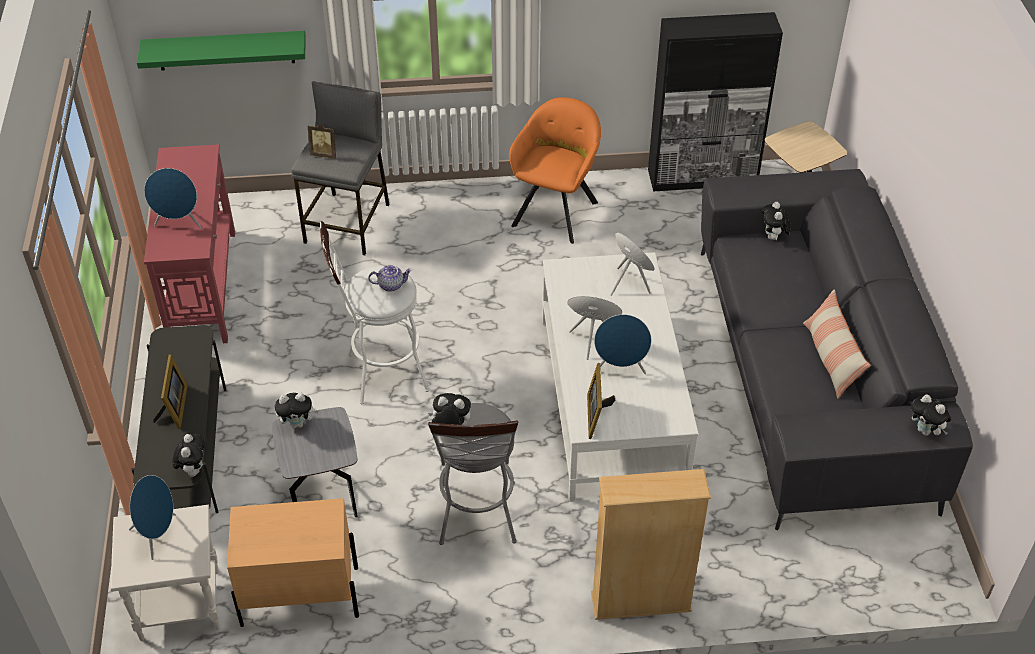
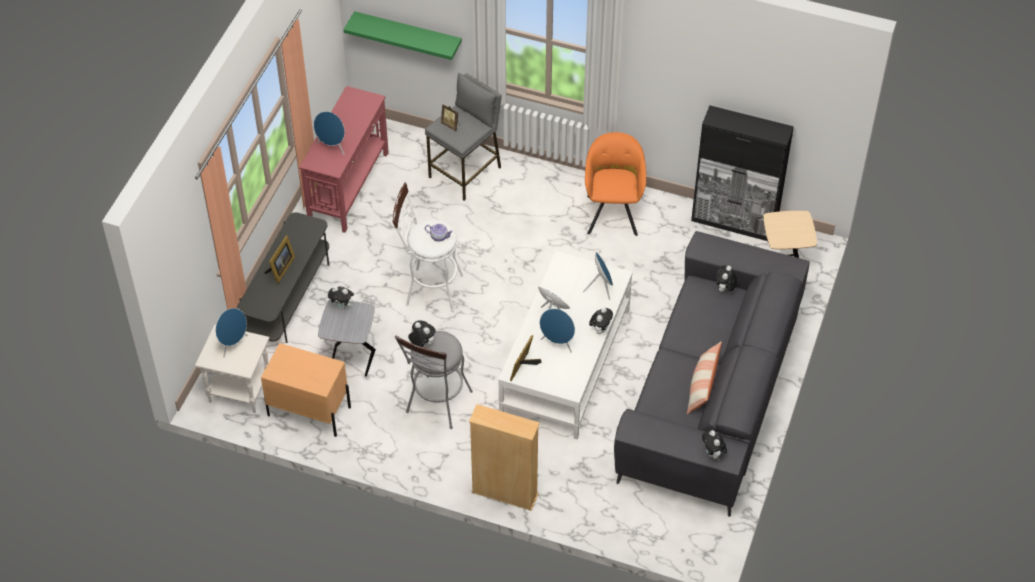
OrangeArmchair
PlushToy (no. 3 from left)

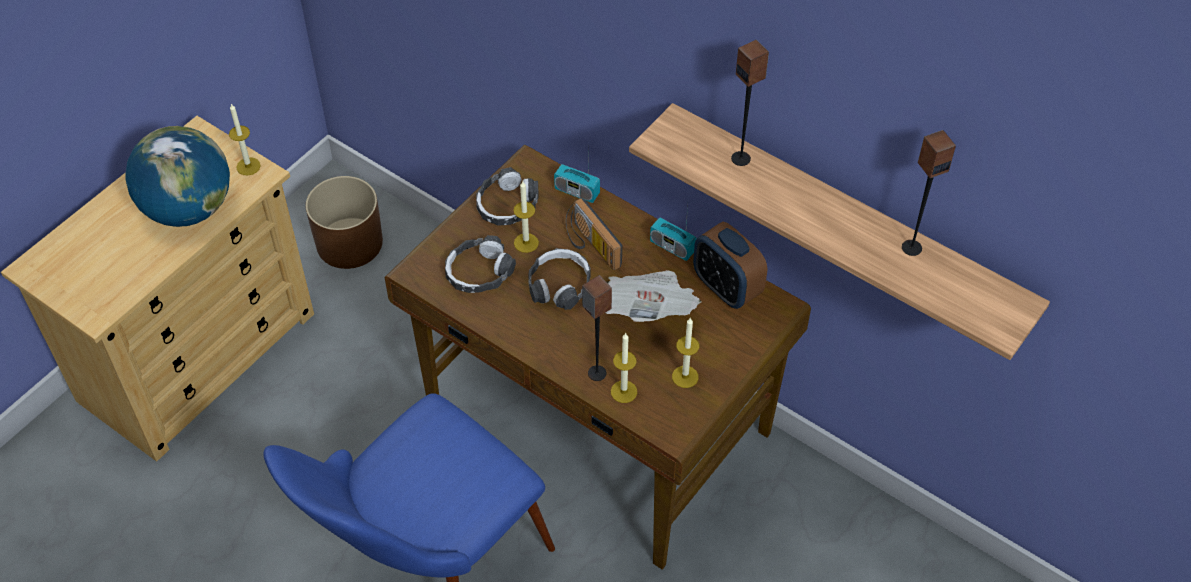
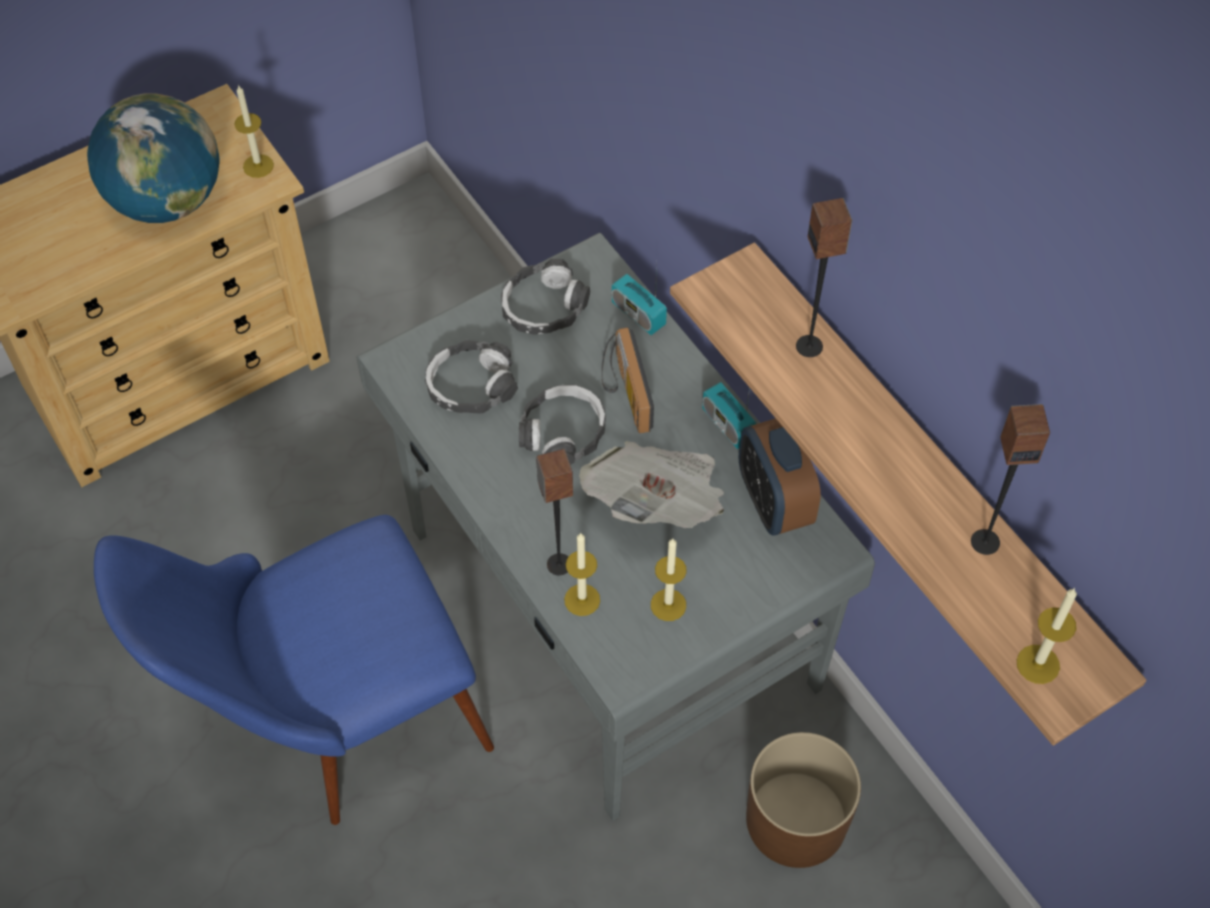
GreyDesk
BrownPlanter
Candle (no. 4 from left)

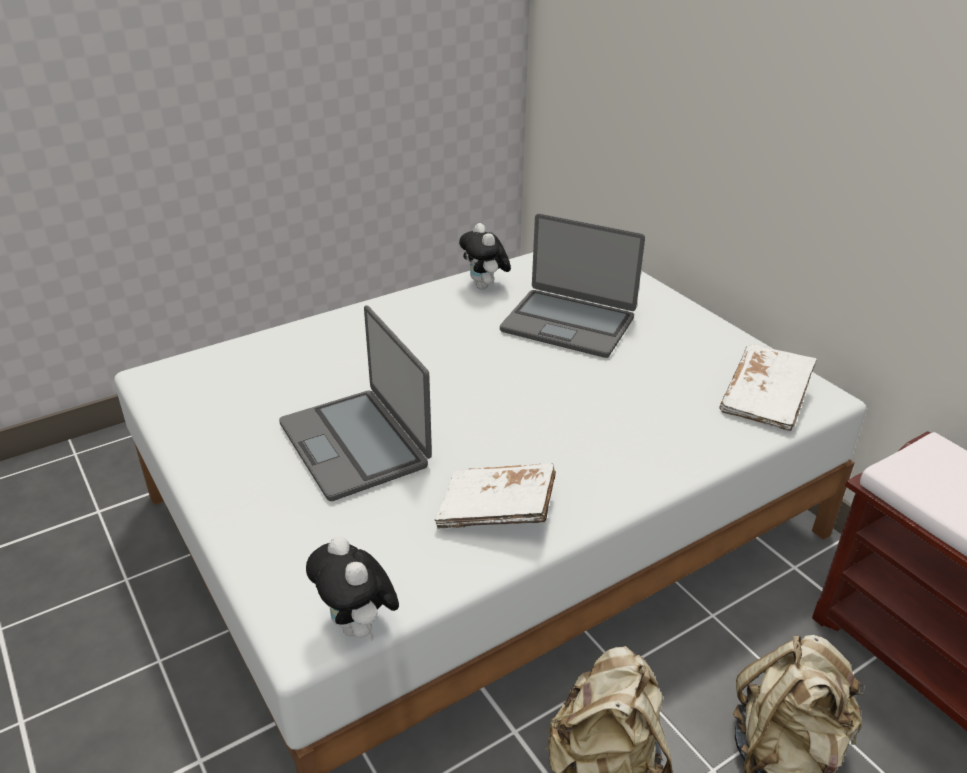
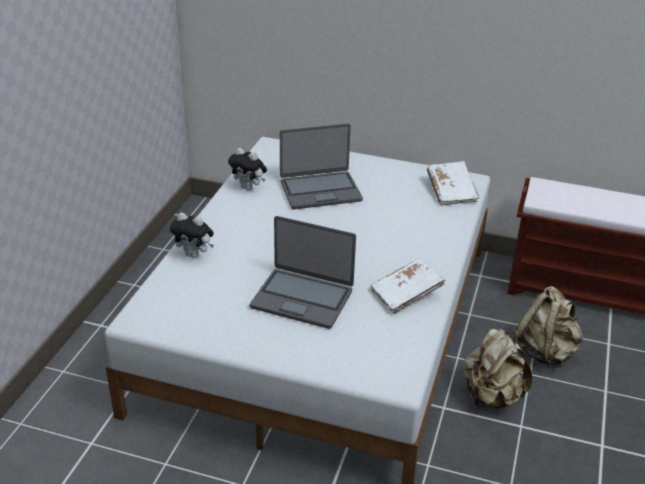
PlushToy (no. 1 from left)

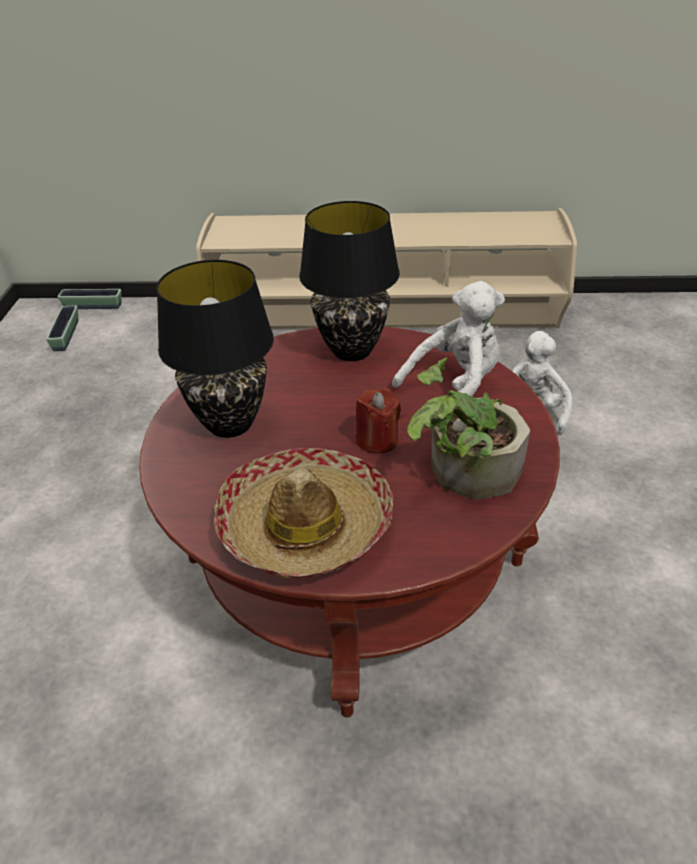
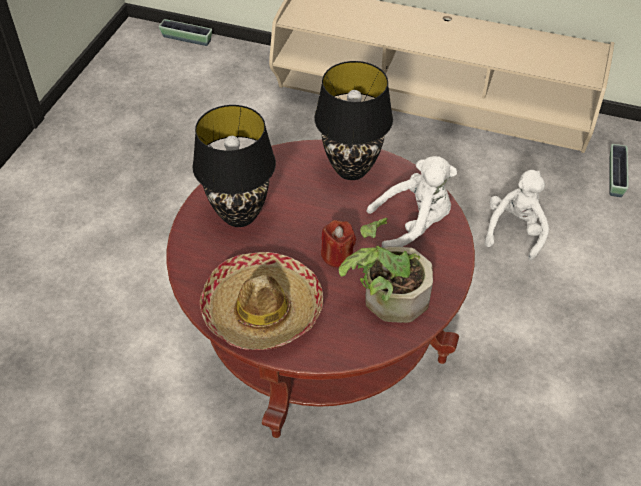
Planter (no. 2 from left)

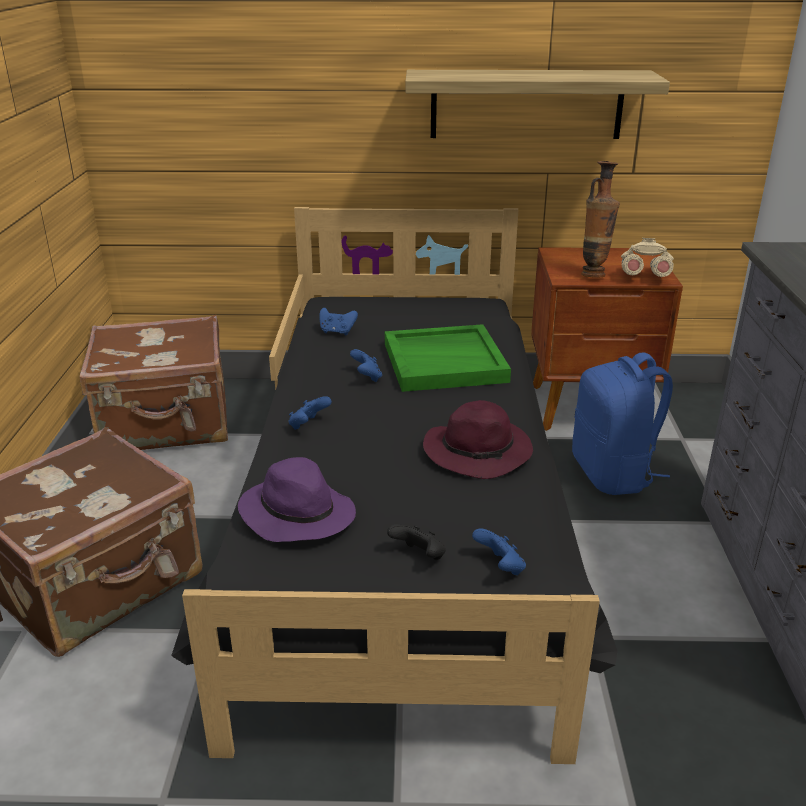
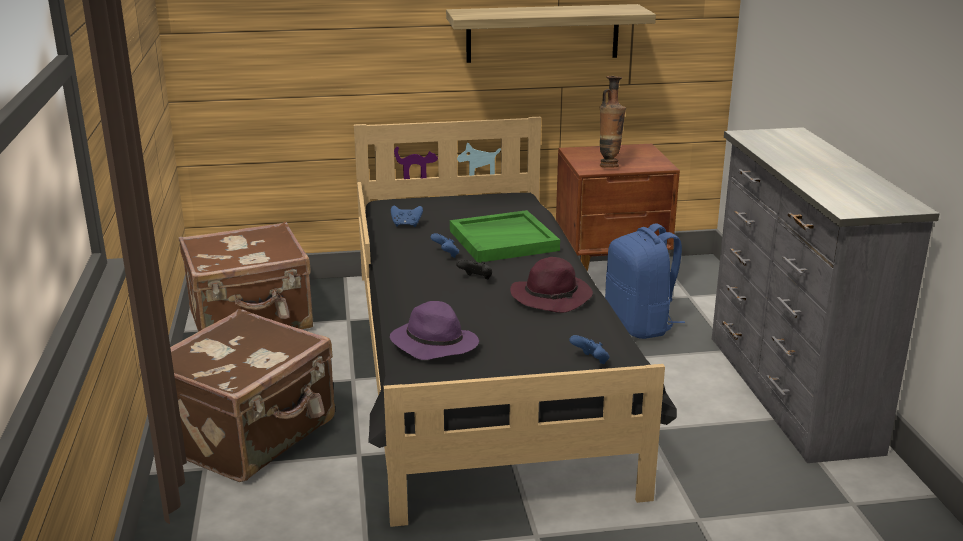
BeigeBinoculars
BlueGameController (no. 1 from left in the first image)
BlackGameController

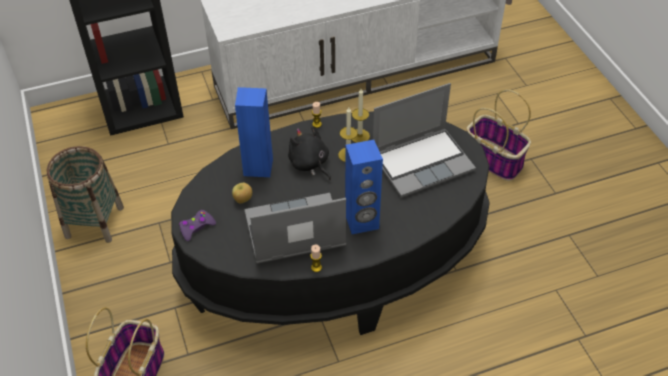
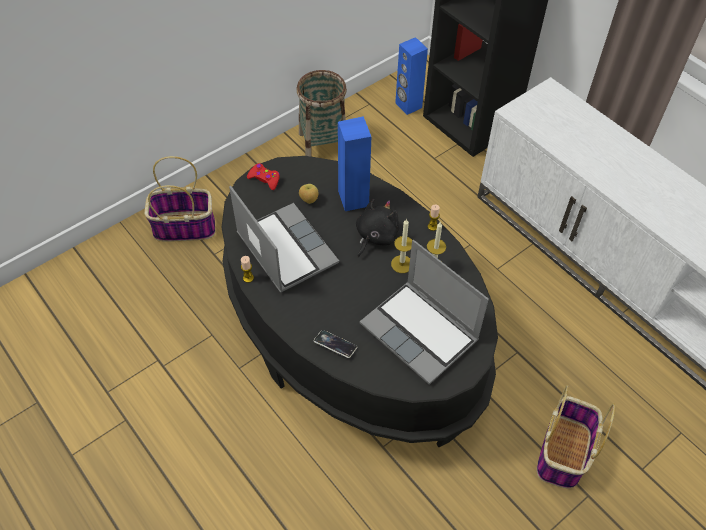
BlueSpeaker (no. 2 from left)
RedGameController
Phone

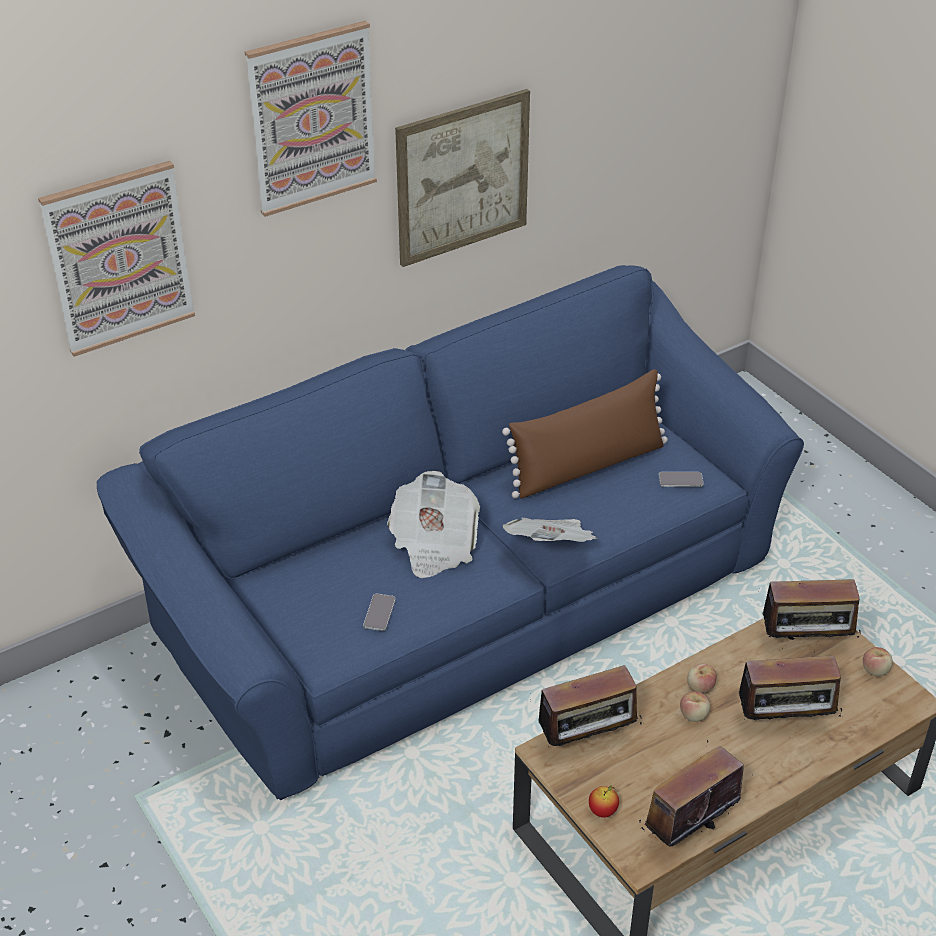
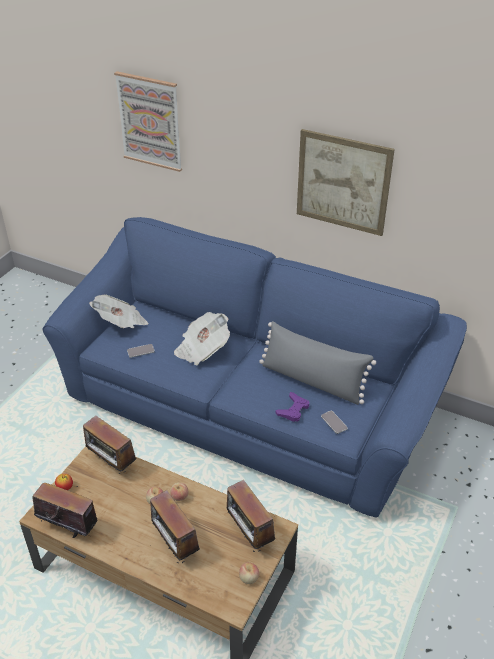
Picture (no. 2 from left in the first image)
GreyPillow
Newspaper (no. 1 from left)
PurpleGameController

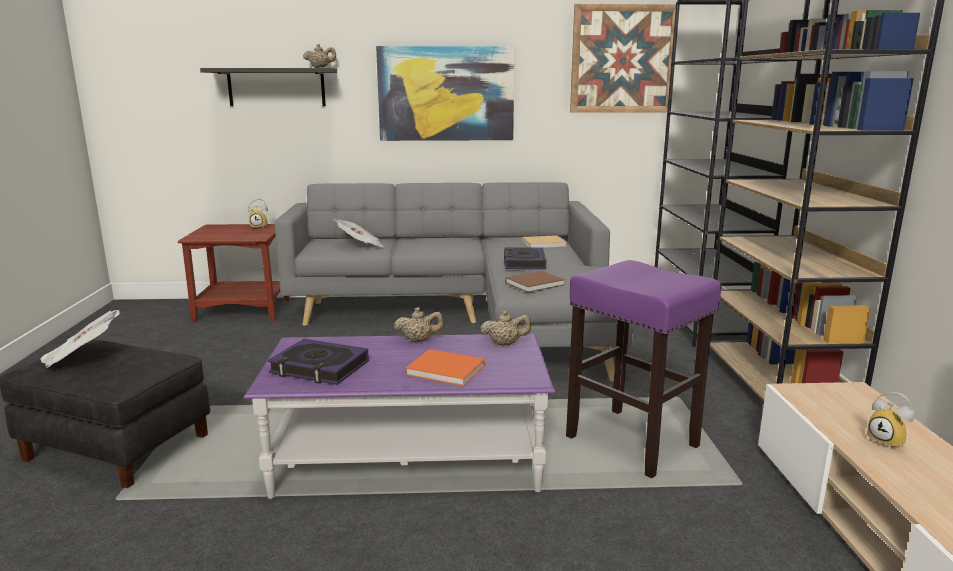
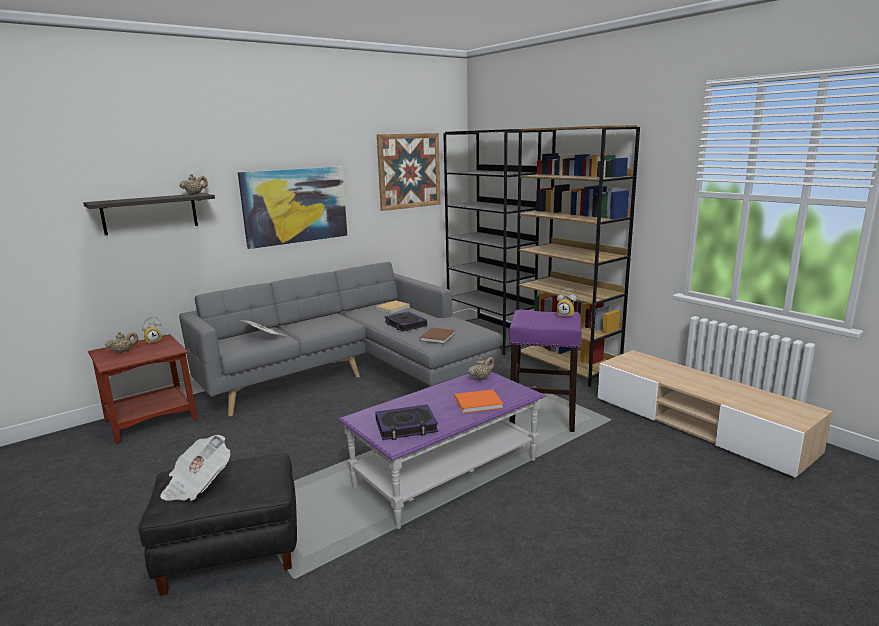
BeigeTeapot (no. 1 from left)
AlarmClock (no. 2 from left)

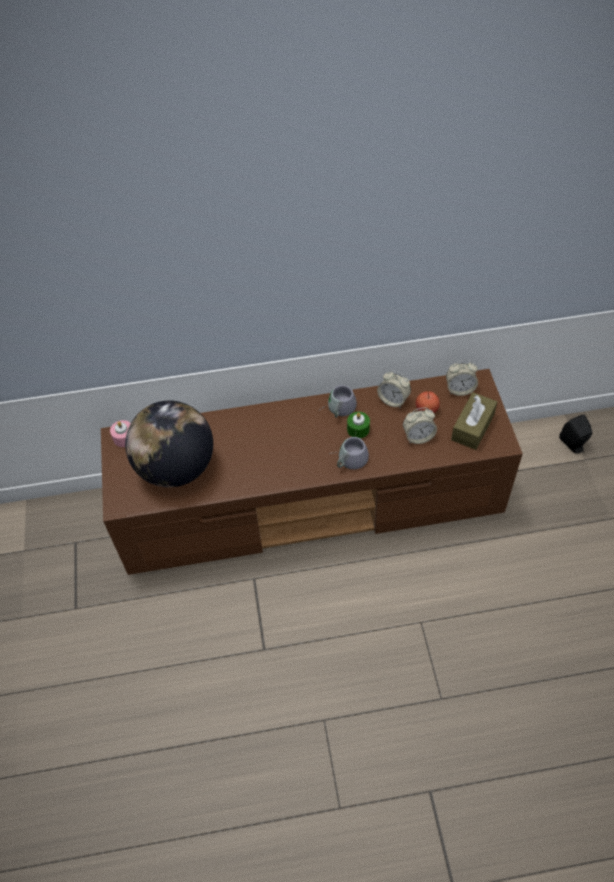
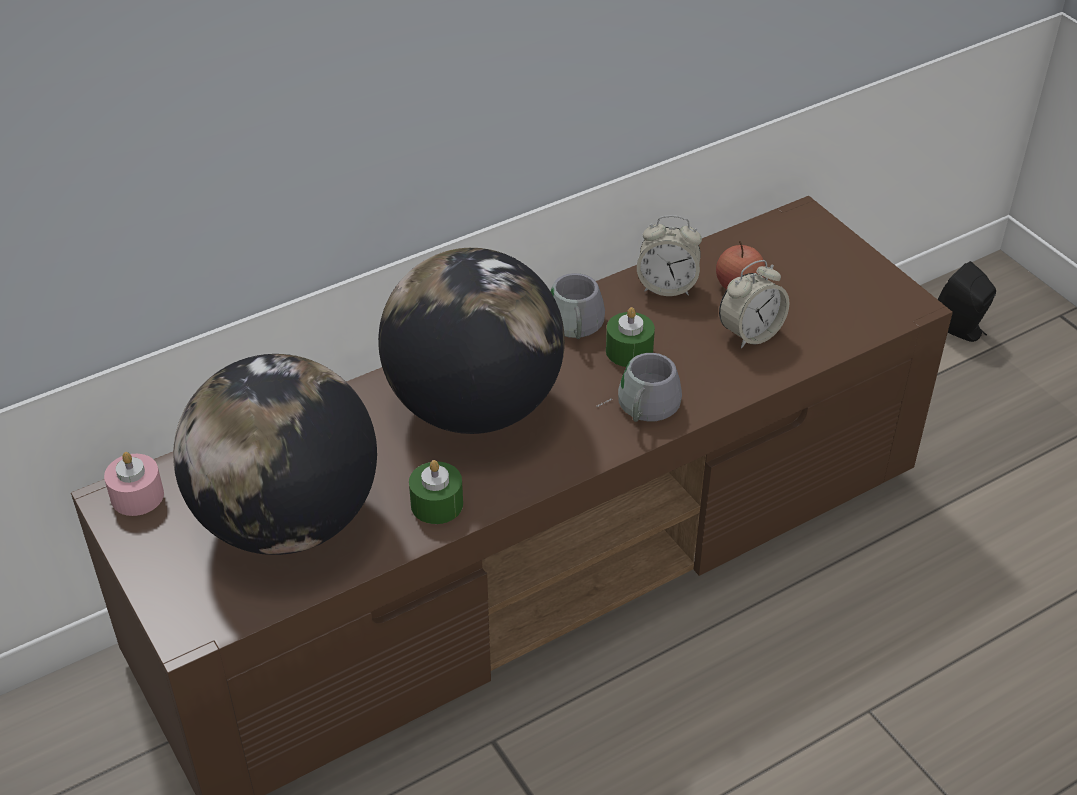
AlarmClock (no. 3 from left in the first image)
BrownTissueBox
Globe (no. 2 from left)
GreenCandle (no. 1 from left)

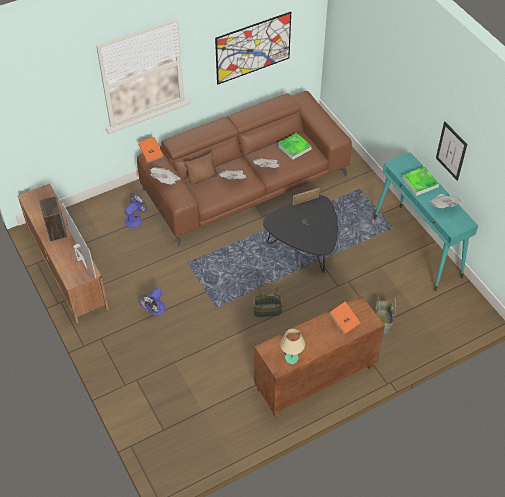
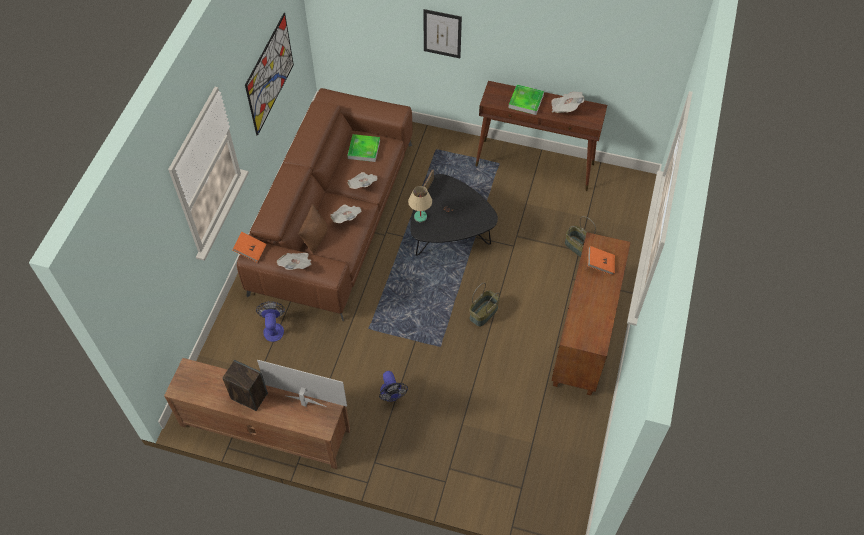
Picture (no. 2 from left)
BrownConsoleTable
BeigeTableLamp

